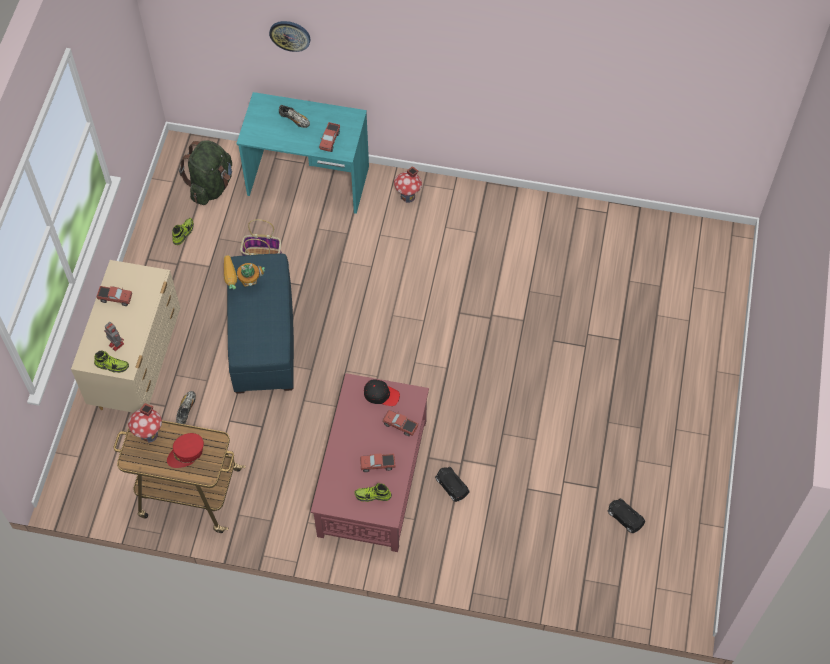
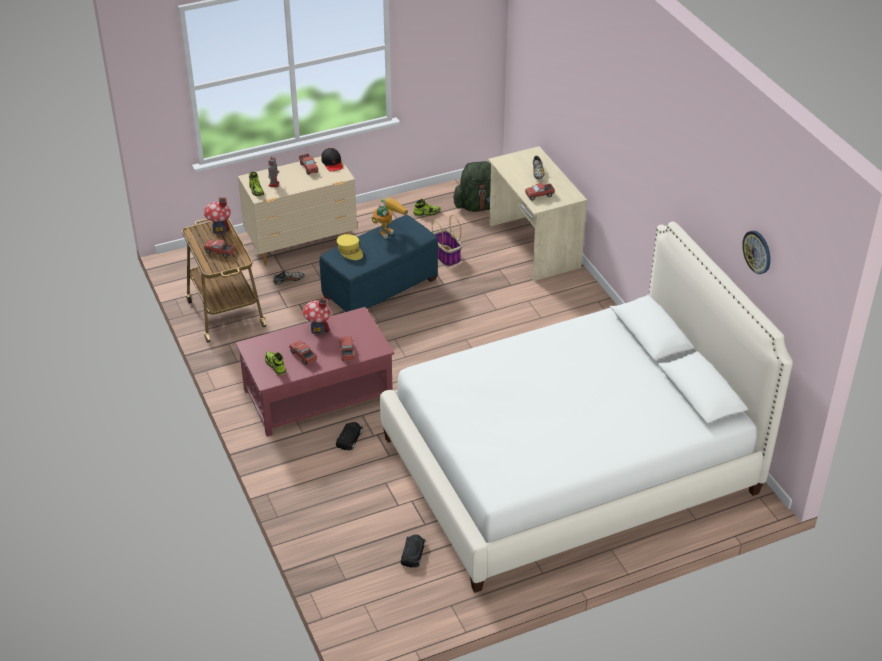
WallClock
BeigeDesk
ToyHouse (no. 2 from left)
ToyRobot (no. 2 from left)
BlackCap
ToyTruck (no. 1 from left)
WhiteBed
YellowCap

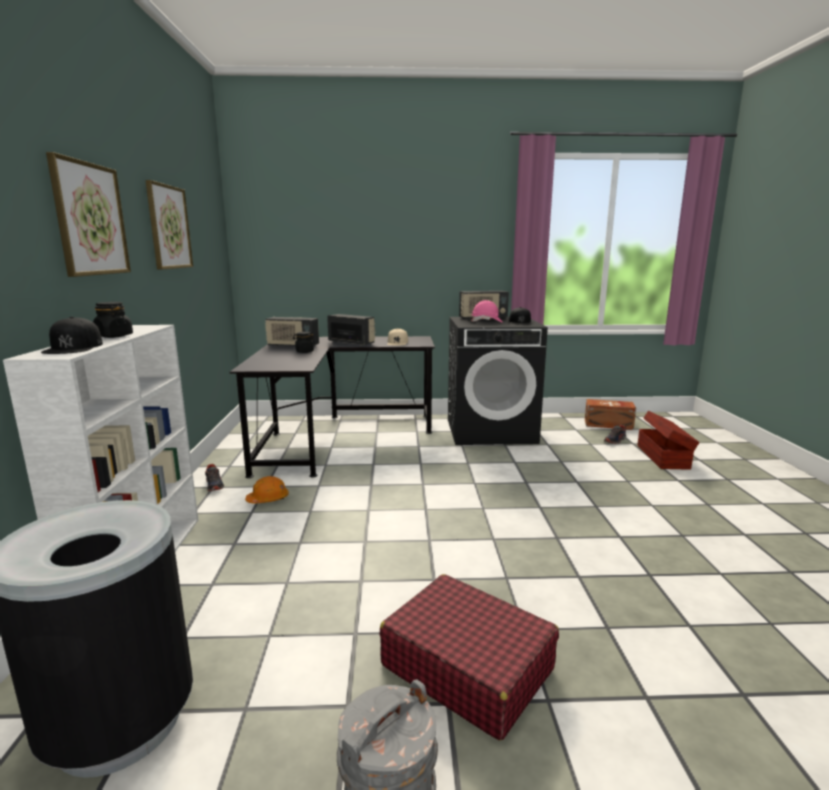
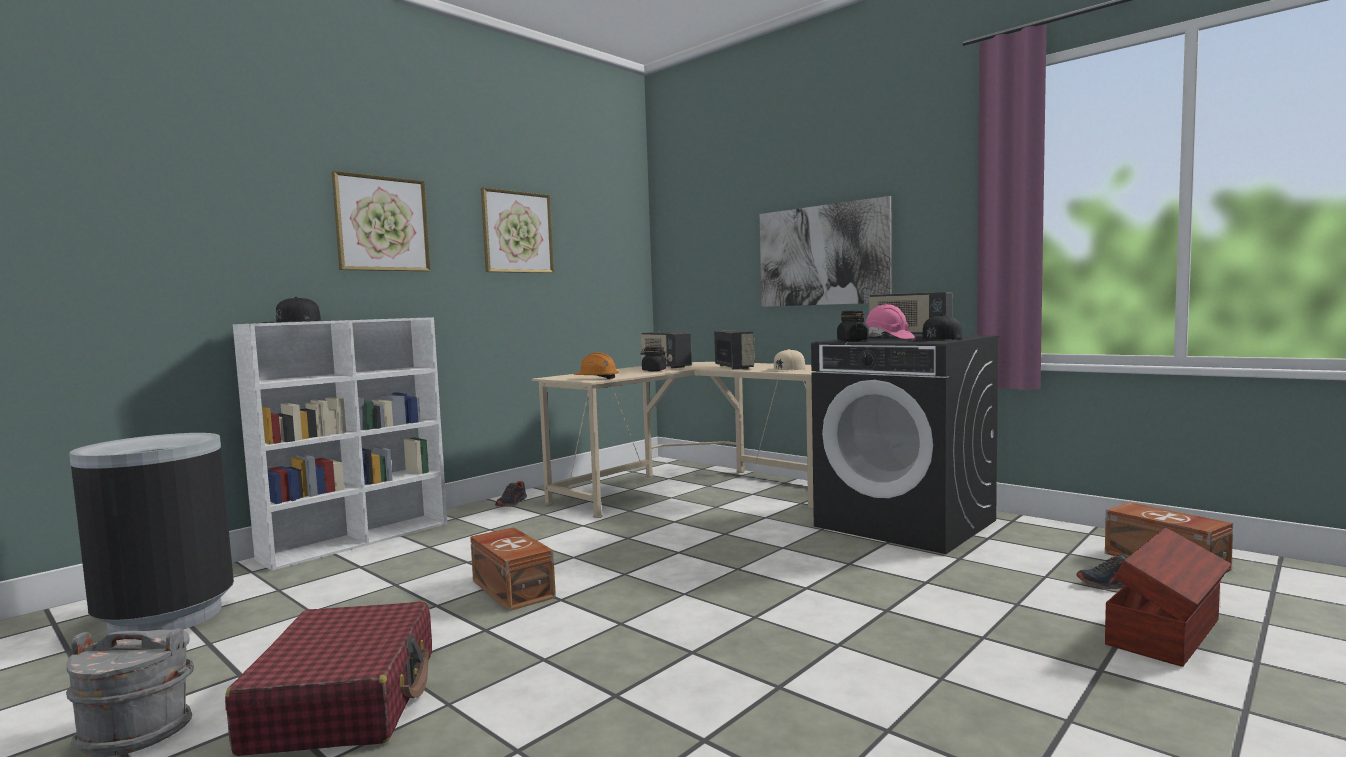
BlackJar (no. 2 from left)
BeigeDesk
OrangeHardHat
Picture (no. 3 from left)
BrownStorageBox (no. 1 from left)

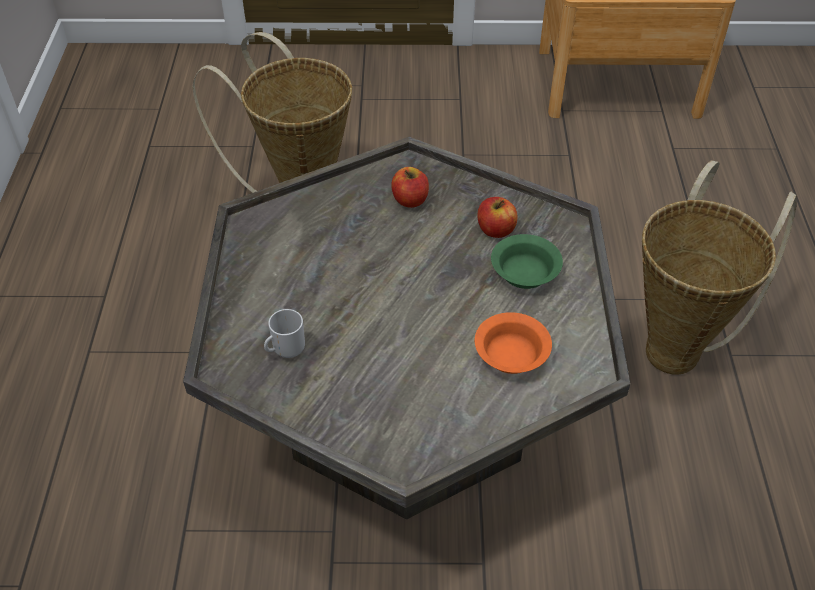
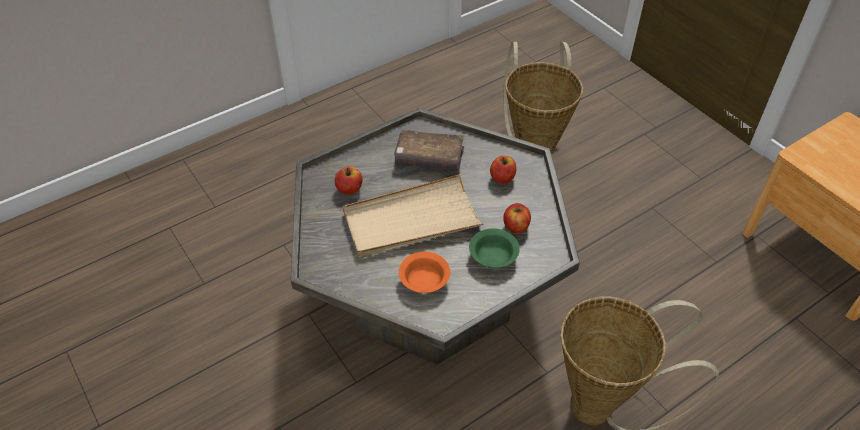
Apple (no. 1 from left)
BrownBook
BeigeTray

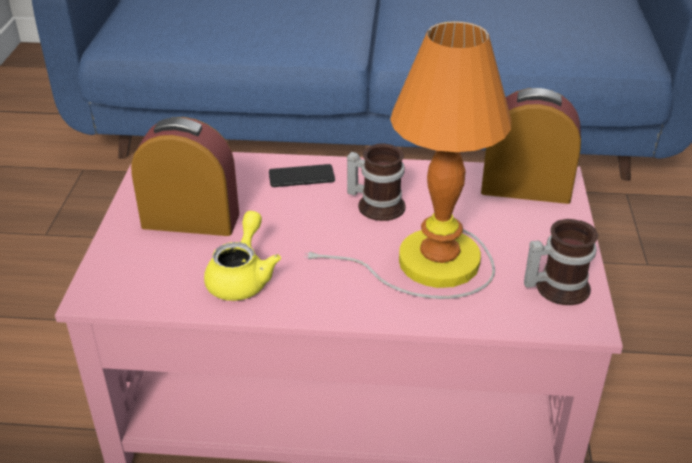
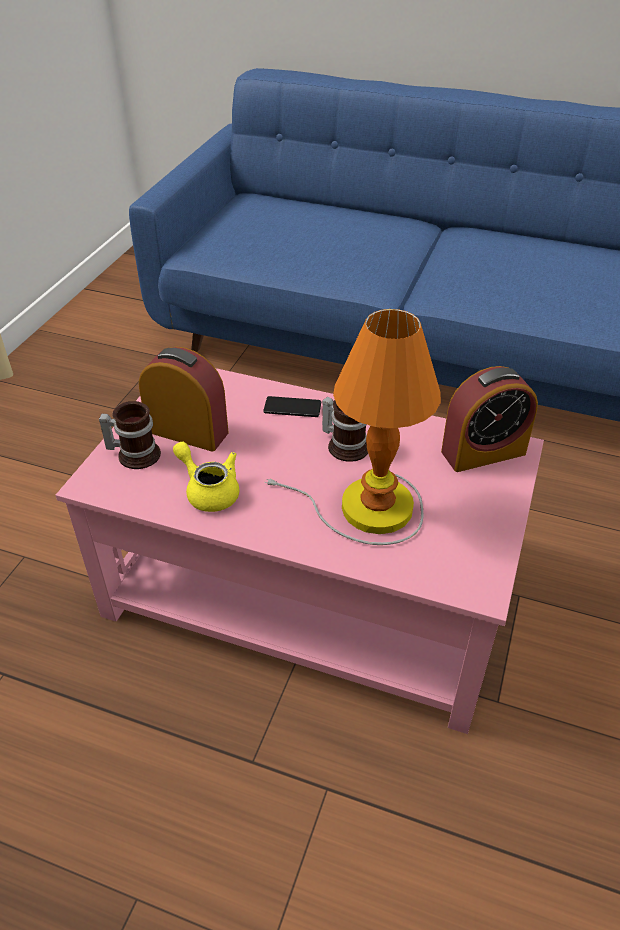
AlarmClock (no. 2 from left)
YellowTeapot
Mug (no. 1 from left)

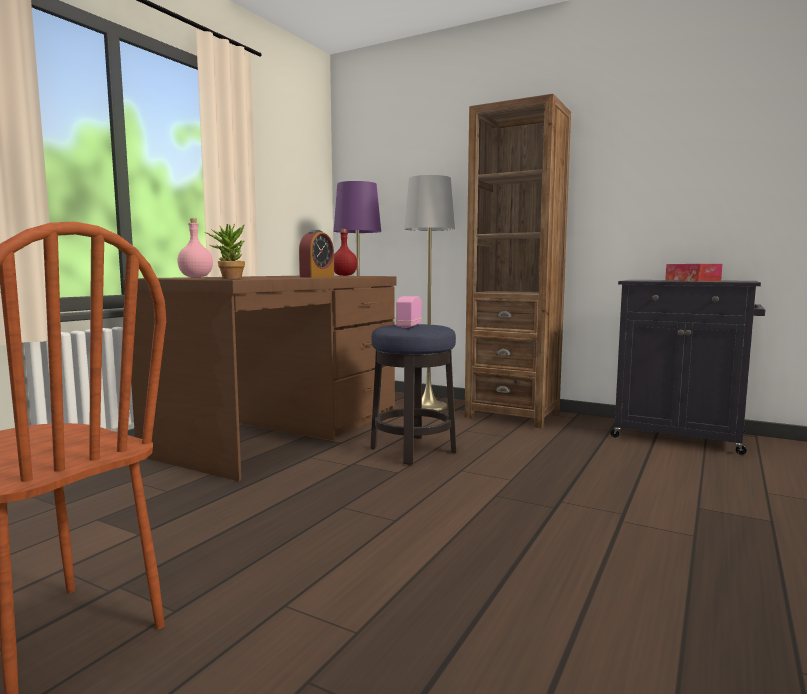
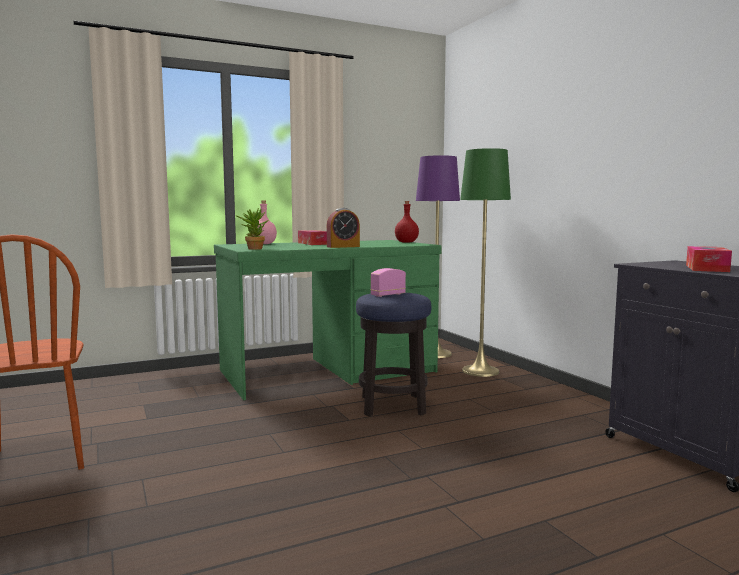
BrownBookcase
GreenFloorLamp
GreenDesk
TissueBox (no. 1 from left)

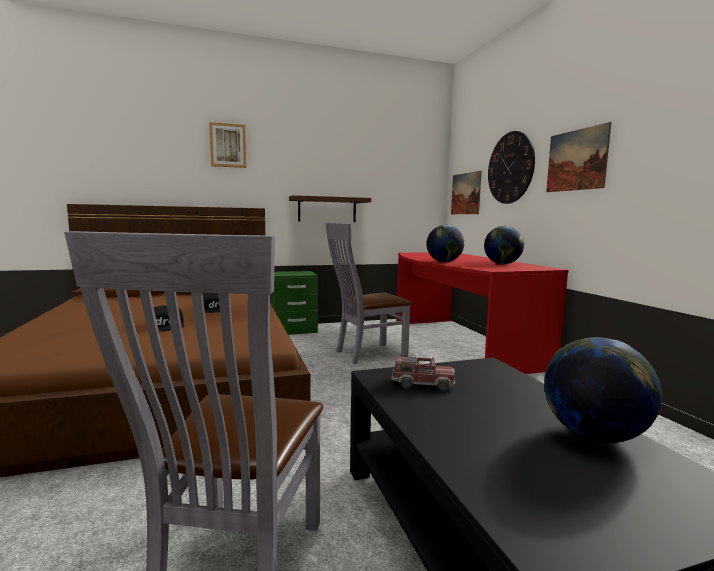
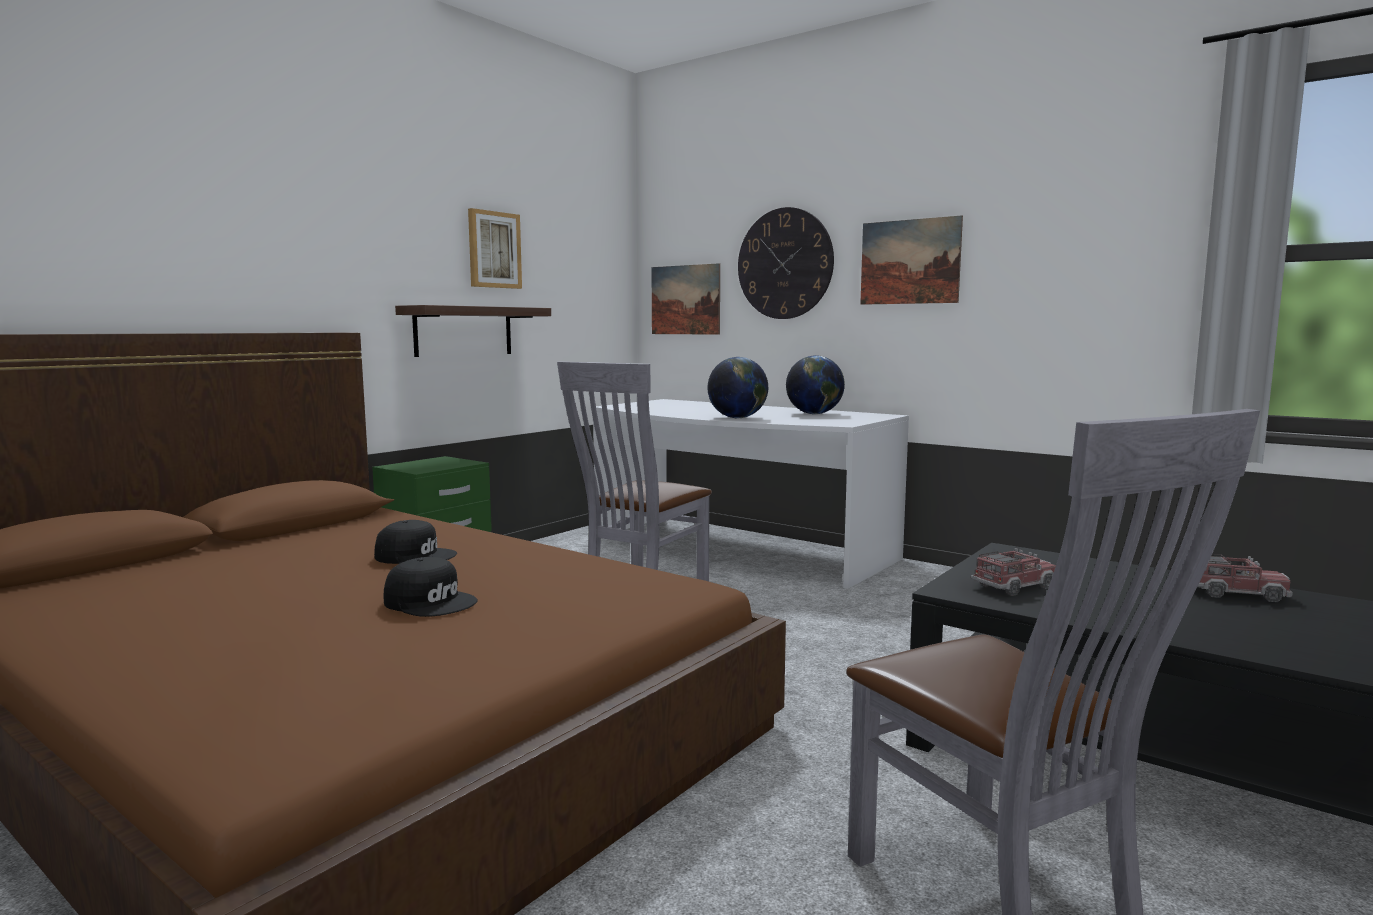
Picture (no. 1 from left)
WhiteDesk
ToyTruck (no. 2 from left)

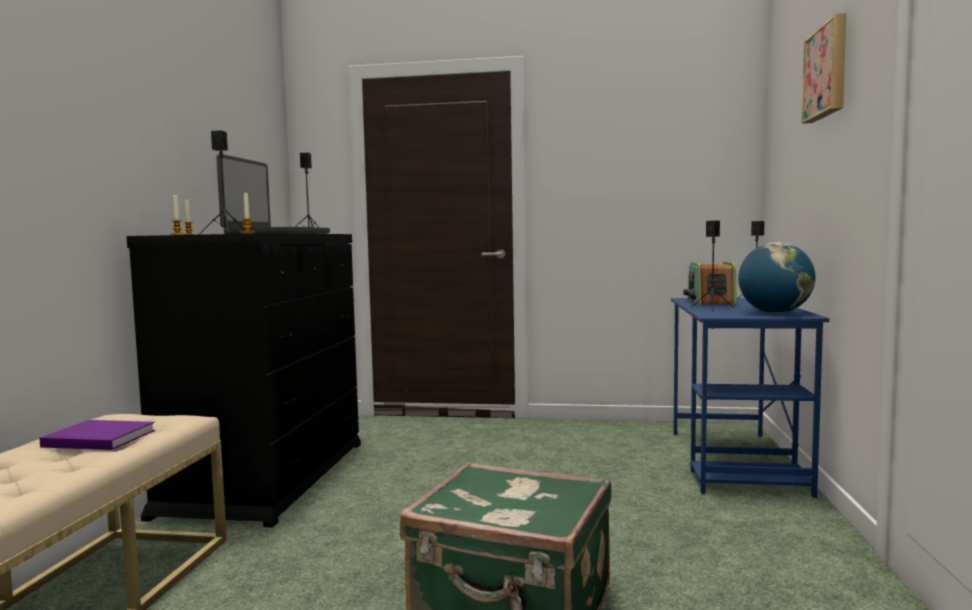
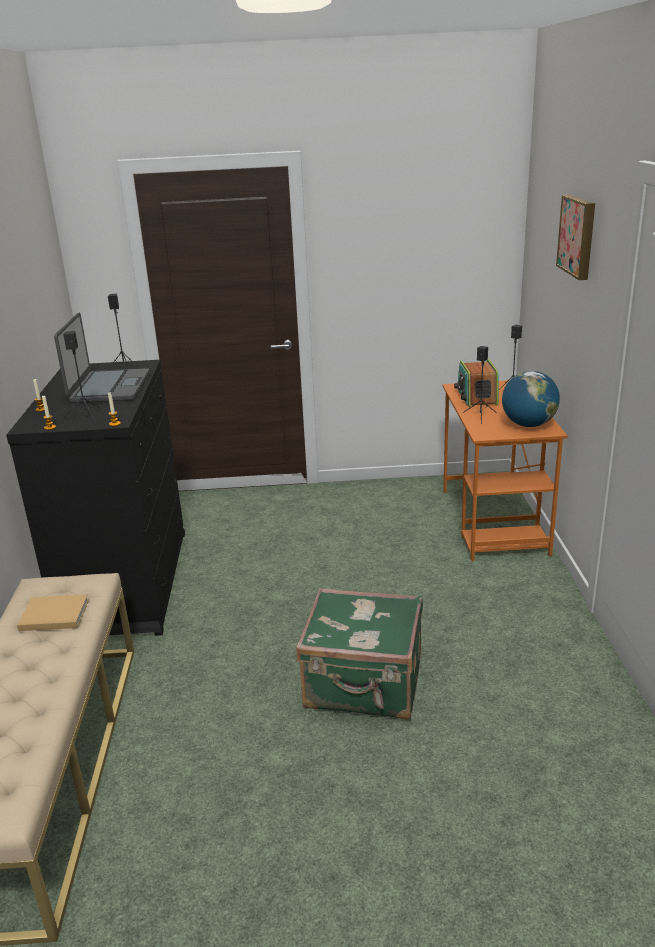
OrangeDesk
BeigeBook

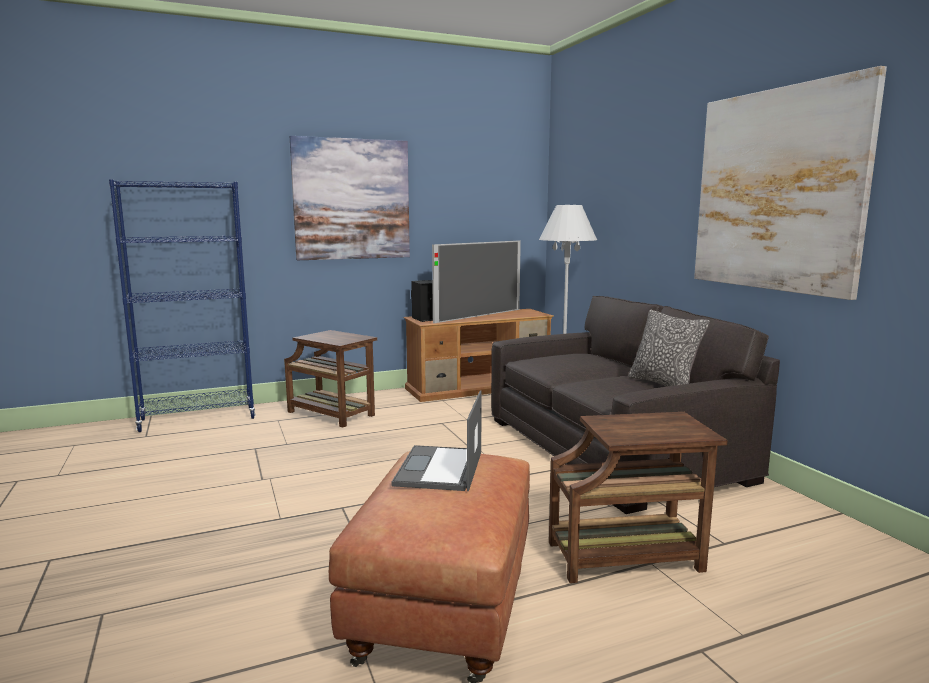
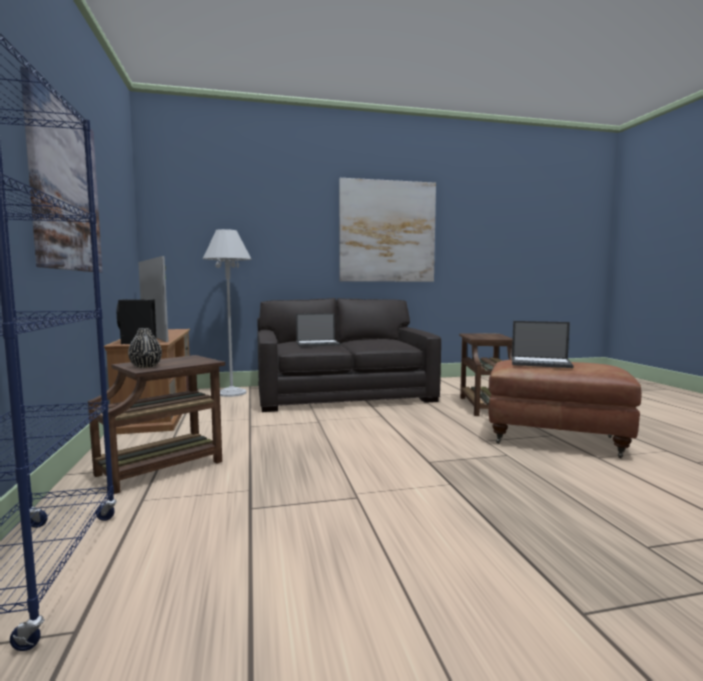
Pillow
Laptop (no. 1 from left)
BlackVase

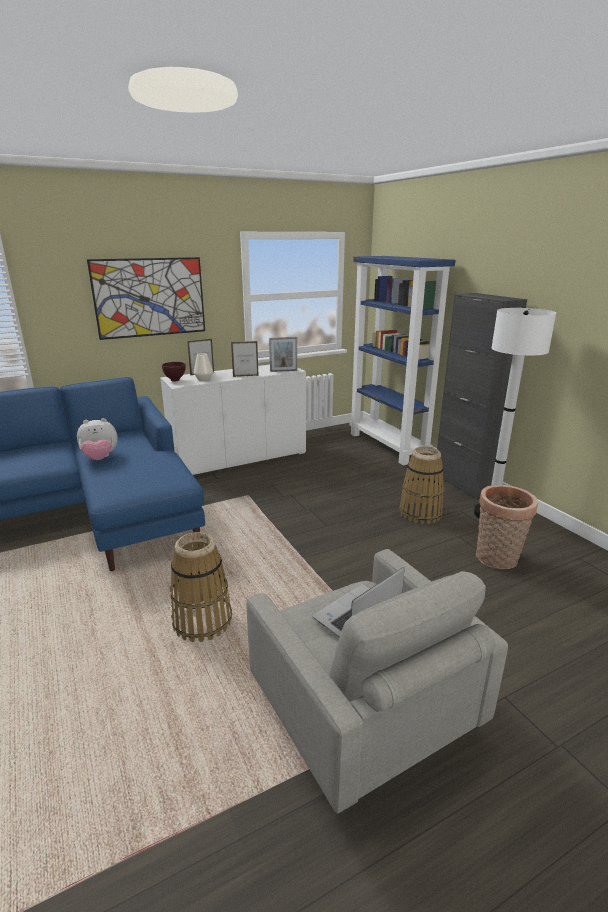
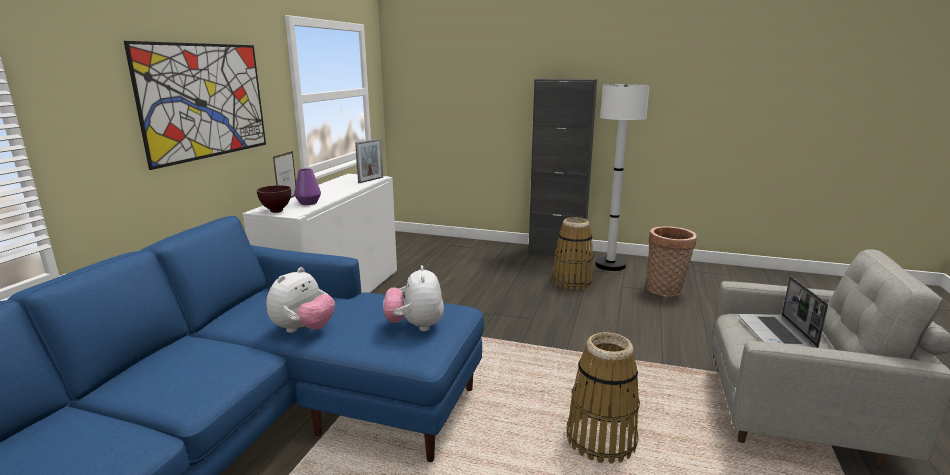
BlueBookcase
PictureFrame (no. 2 from left in the first image)
PurpleVase
PlushToy (no. 2 from left)

